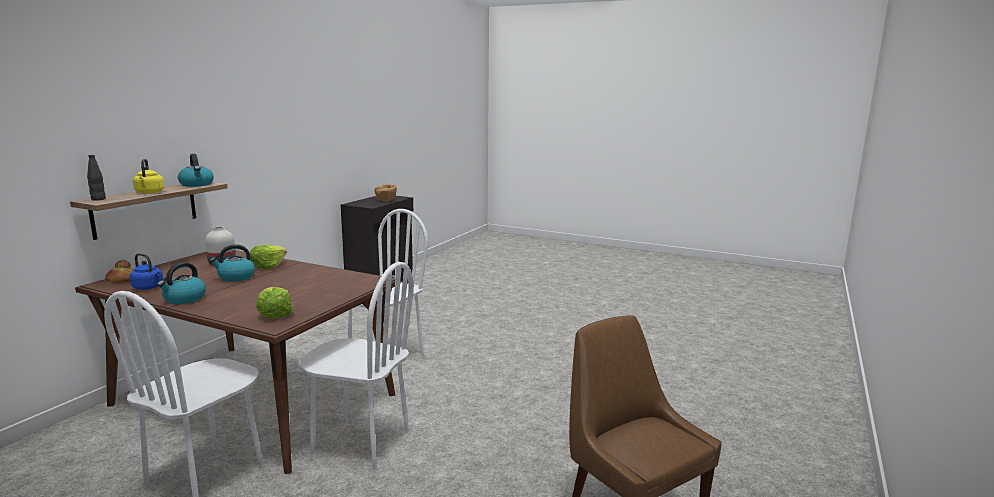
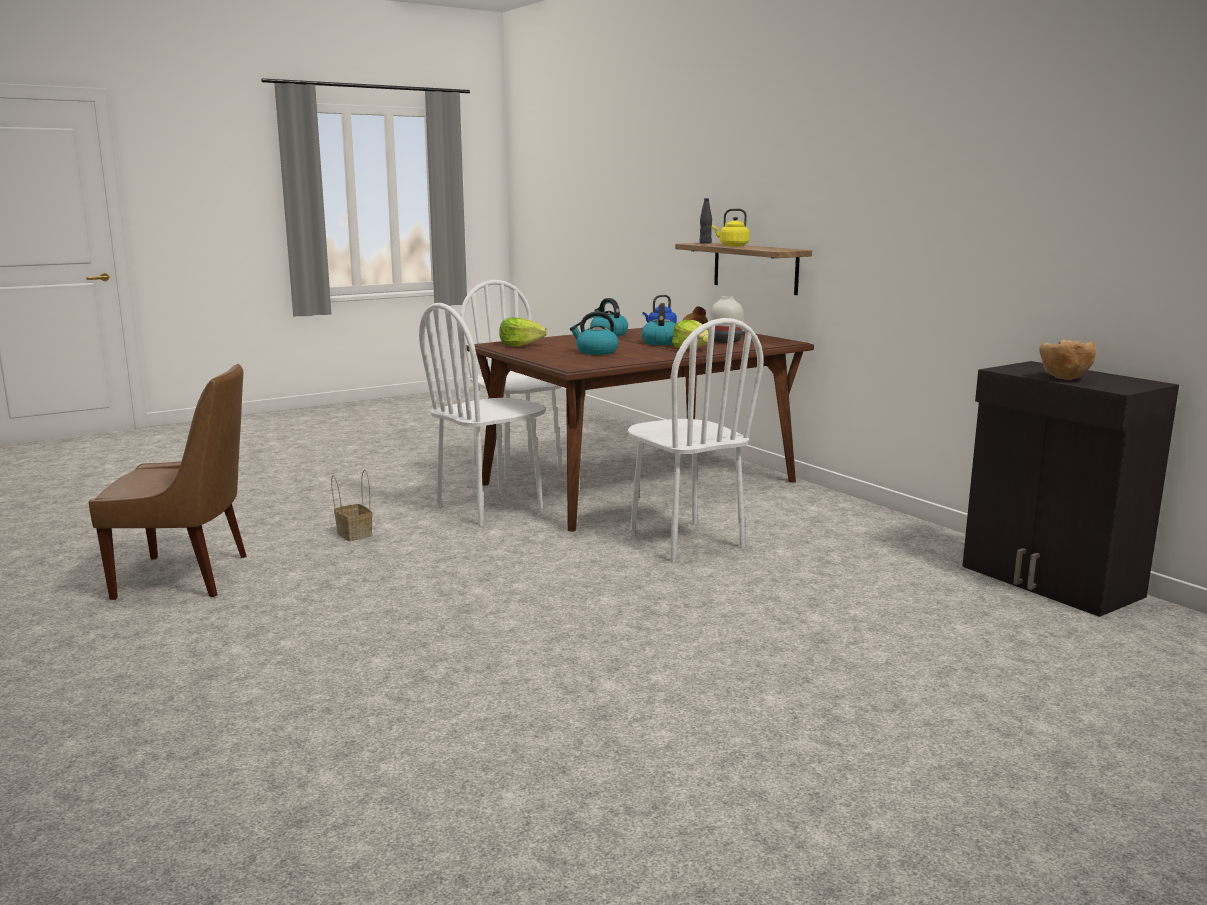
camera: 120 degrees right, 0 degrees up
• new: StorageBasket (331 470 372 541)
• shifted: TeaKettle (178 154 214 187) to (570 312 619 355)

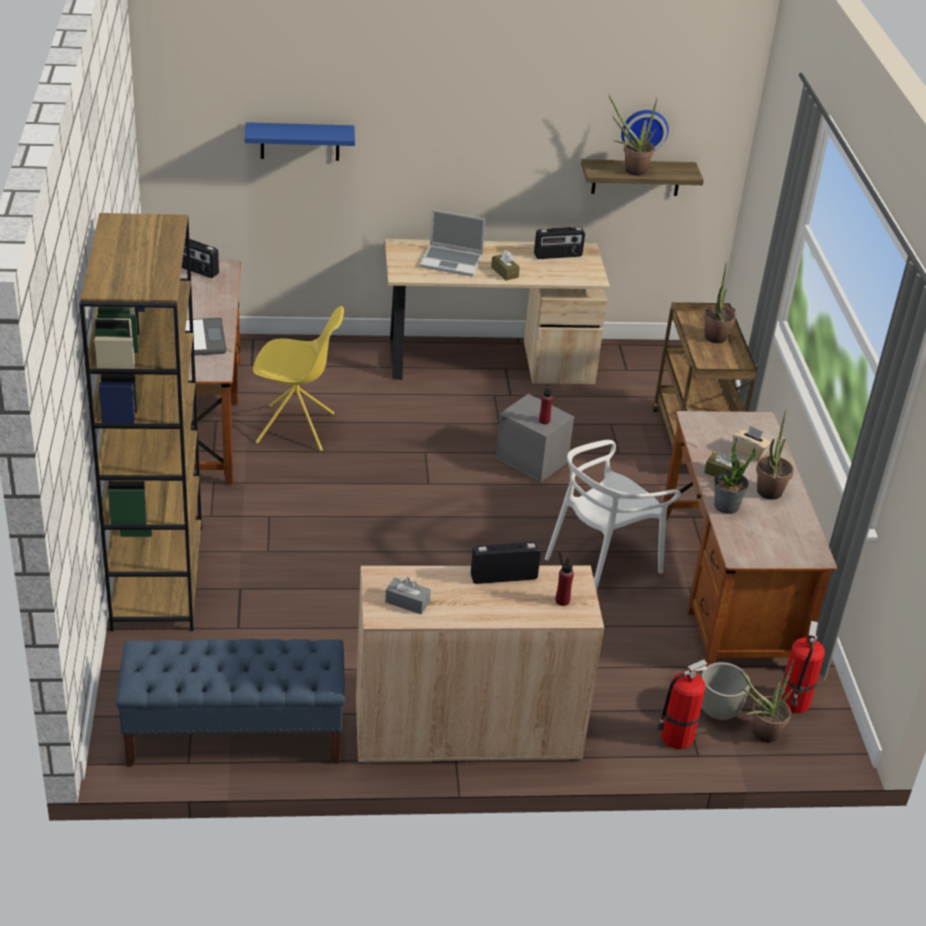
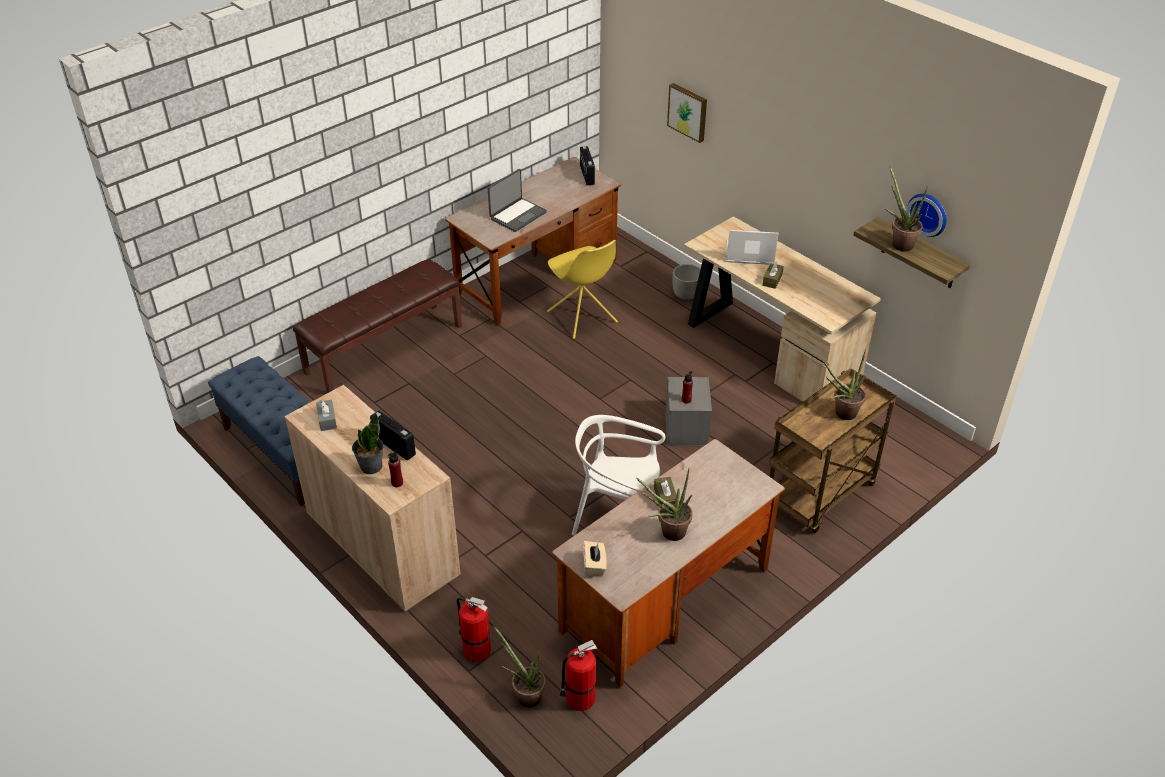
camera: 55 degrees right, 5 degrees up
• gone: Radio (534 227 585 259)
• shifted: GrayFlowerPot (701 662 750 720) to (672 264 701 300)
• shifted: PlantInAPot (714 437 756 514) to (352 413 383 474)
• shifted: BeigeBoxOfTissues (733 426 771 461) to (583 541 607 576)
• swapped: BrownishShelvingUnit (79 213 202 631) to BrownishBench (293 260 462 393)
• swapped: BlueBracketShelf (245 122 355 161) to WallArt (667 83 707 143)
• rotated: PortableComputer (420 210 485 276) = (727 230 778 265) 120 degrees clockwise

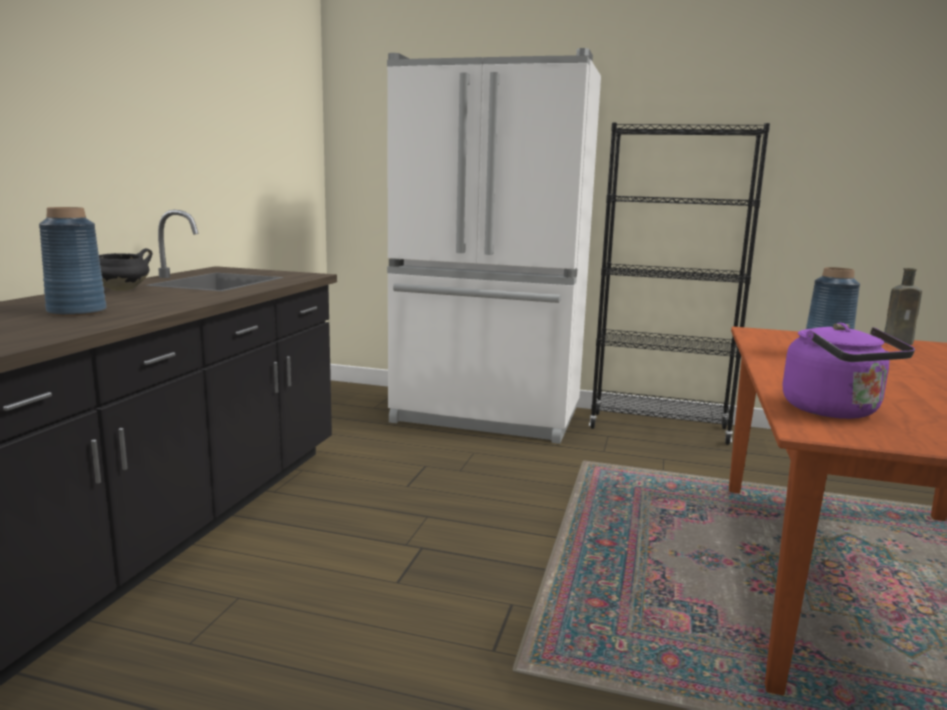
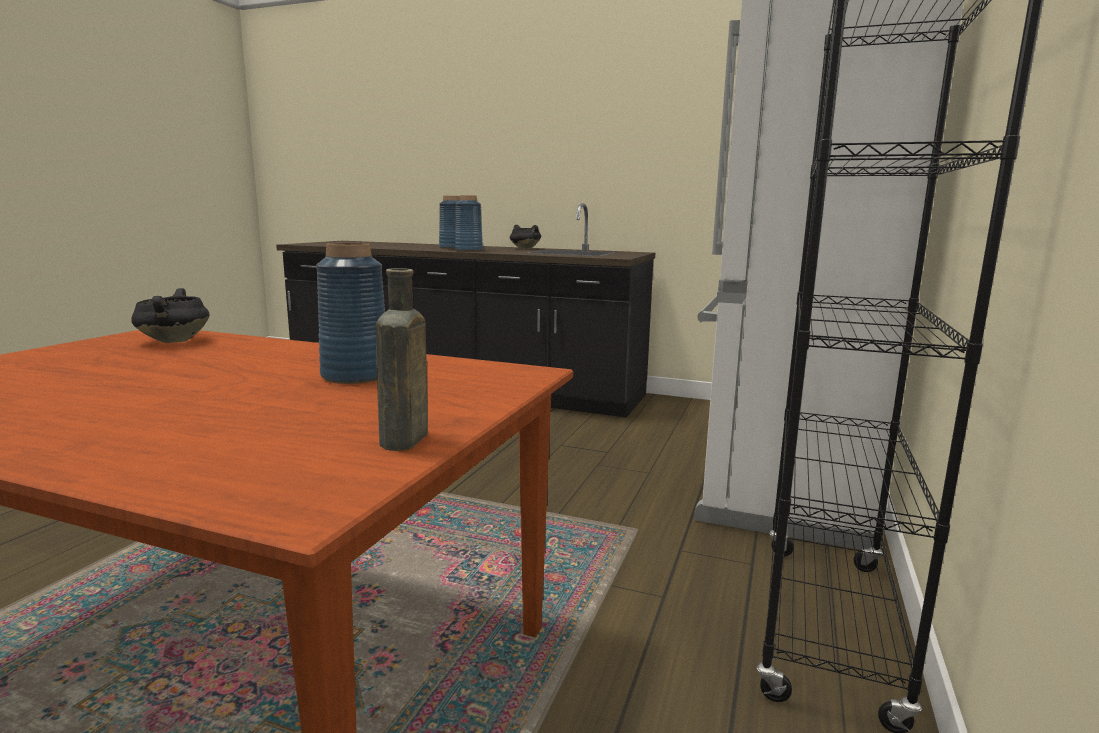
camera: 95 degrees right, 0 degrees up
• new: BlueVase (455 195 483 252)
• swapped: PurpleTeaKettle (783 323 915 419) to BlackishStockpot (131 288 210 343)

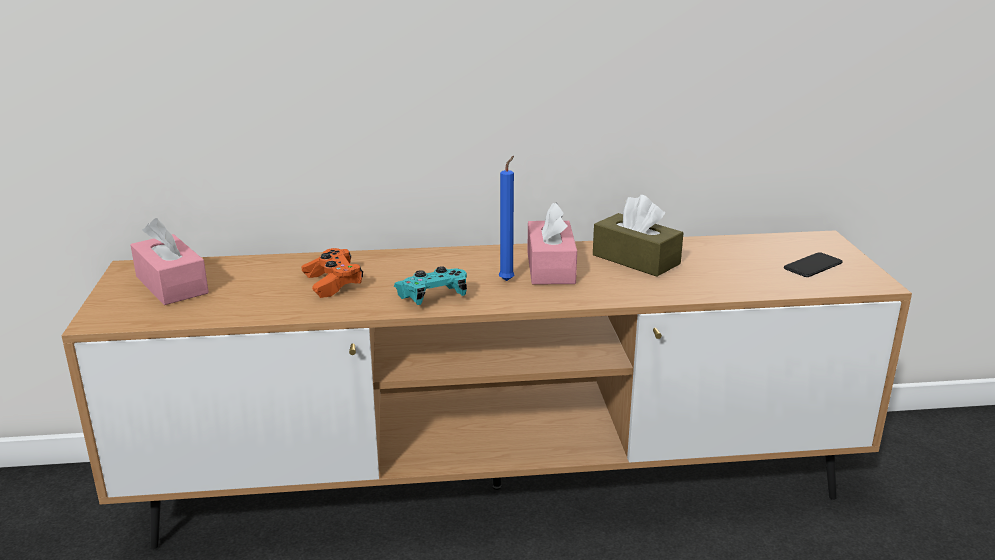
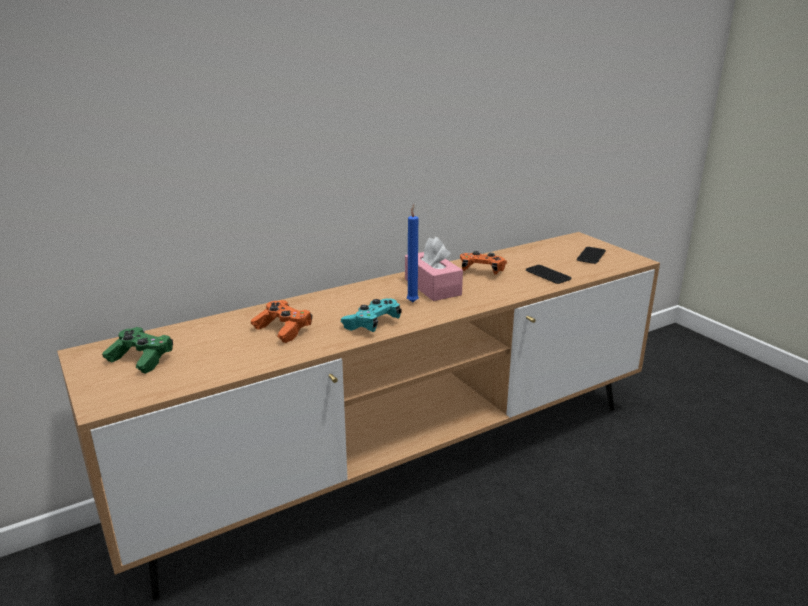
camera: 25 degrees left, 0 degrees up
• new: Phone (526 265 571 284)
• swapped: PinkishBoxOfTissues (131 218 209 305) to GreenColouredJoypad (102 327 173 374)
• swapped: BrownishBoxOfTissues (593 195 683 277) to OrangeyJoypad (460 251 507 275)

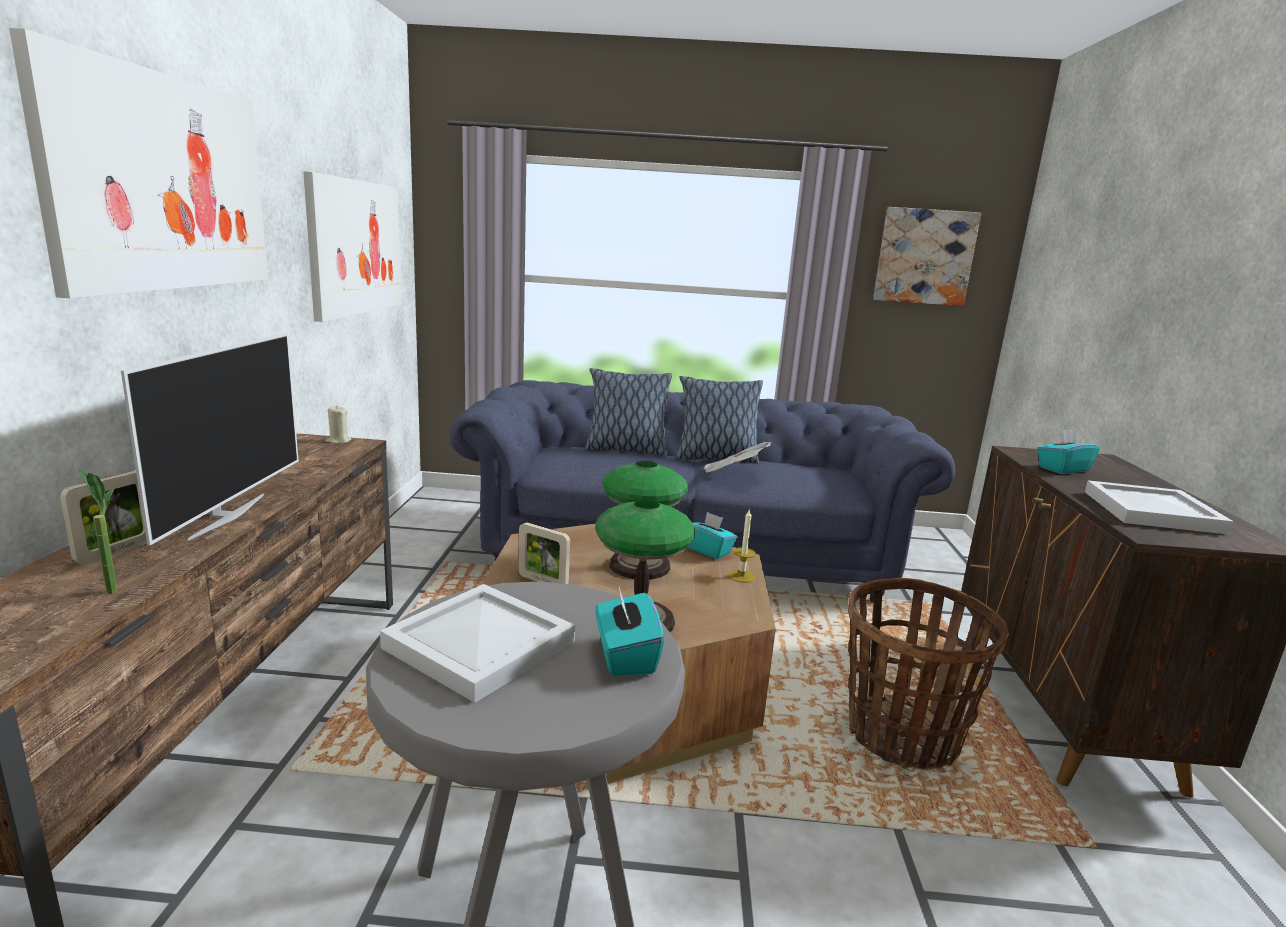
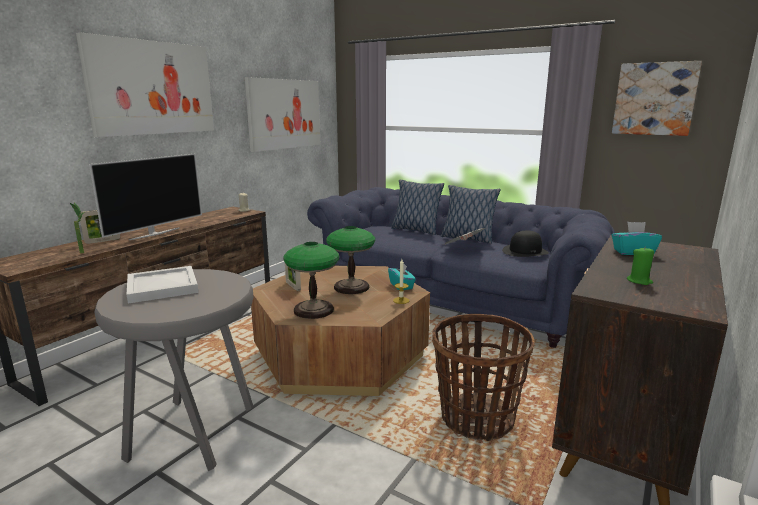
camera: 30 degrees right, 0 degrees up
• gone: TurquoiseColouredBoxOfTissues (596 587 664 676)
• new: BlackishWearableHat (502 231 549 257)
• swapped: WhiteTray (1085 480 1234 535) to GreenColouredWaxCandle (627 246 654 285)

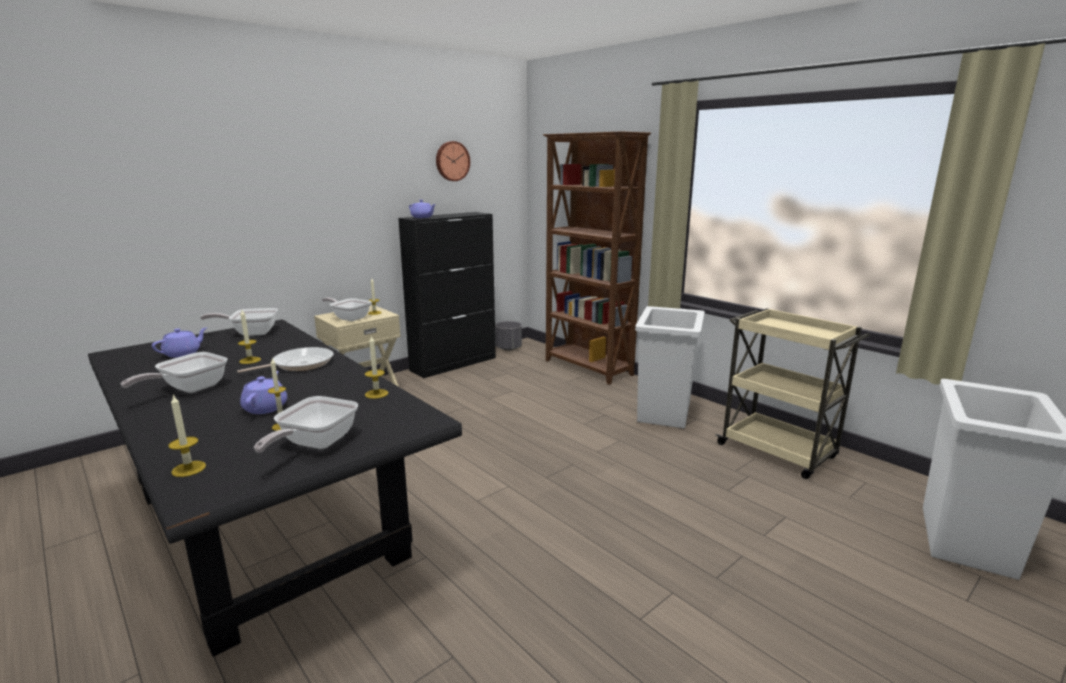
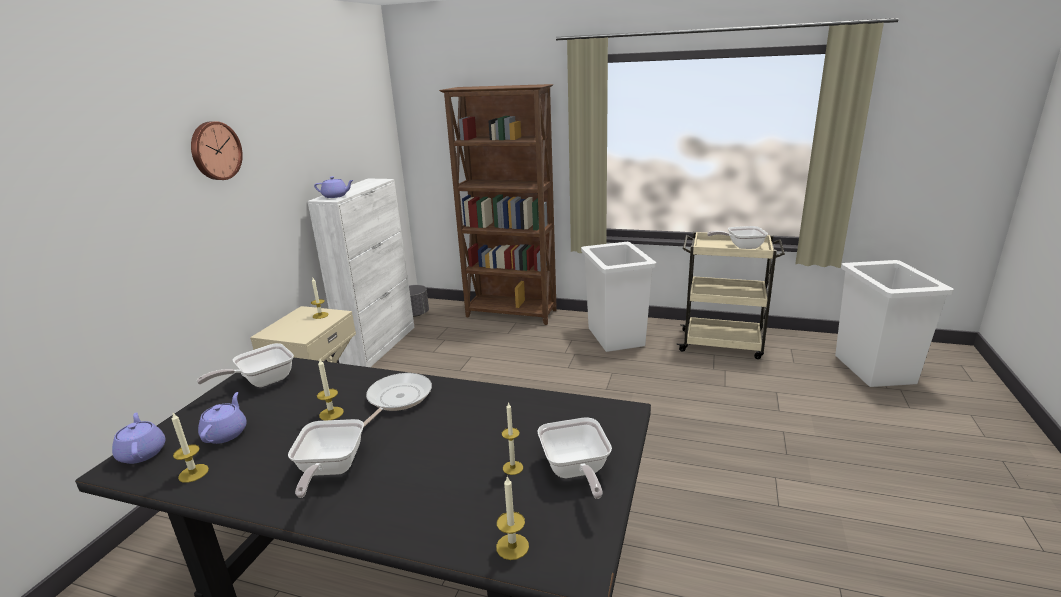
camera: 30 degrees left, 5 degrees up
• shifted: PurpleTeapot (240 371 287 414) to (112 412 166 464)
• shifted: Skillet (322 297 371 321) to (707 226 768 249)
• shifted: WaxCandle (365 335 388 399) to (172 413 209 483)
• shifted: WallClock (436 141 470 181) to (191 121 243 180)
• repainted: BlackishCabinet (398 212 496 378) to WhiteCabinet (307 179 415 367)

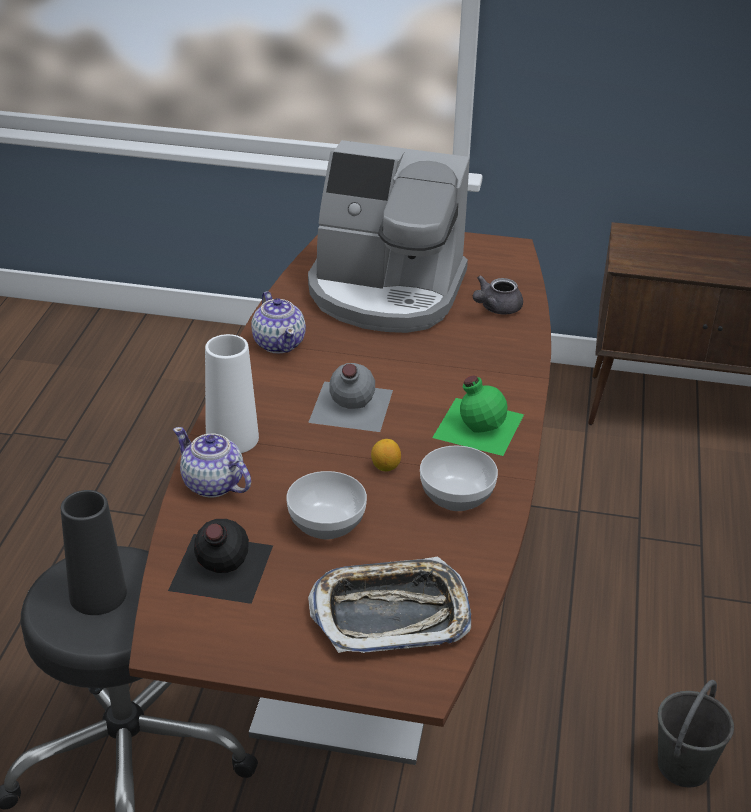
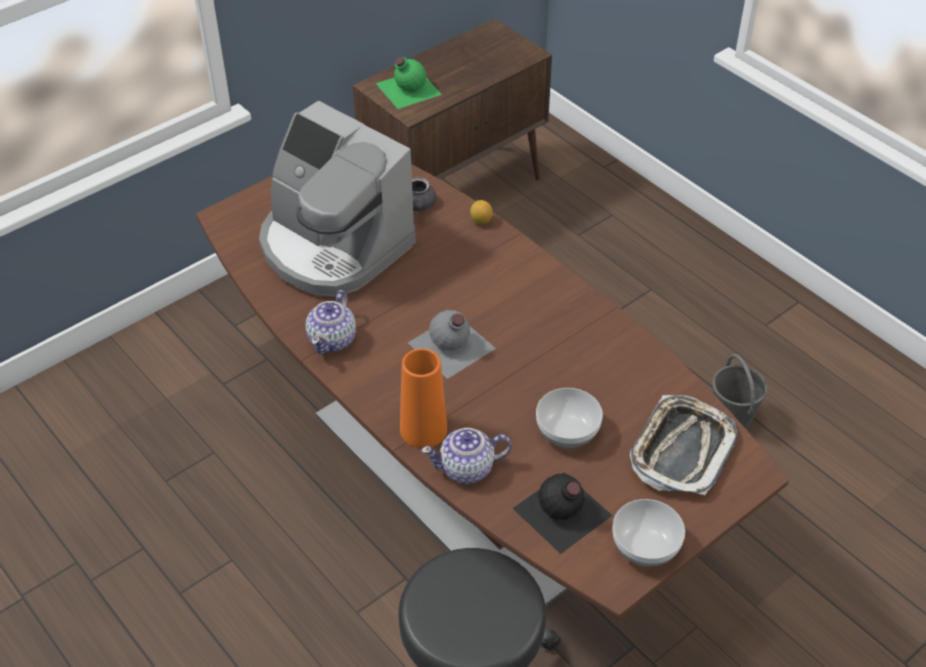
camera: 50 degrees left, 10 degrees up
• gone: BlackishVase (61 490 127 615)
• shifted: Lemon (371 439 401 471) to (470 200 493 225)
• shifted: Bowl (420 445 498 511) to (613 499 685 566)
• shifted: GreenColouredBottle (432 375 524 456) to (376 57 442 109)
• repainted: WhiteVase (205 334 259 453) to OrangeyVase (400 349 447 448)
• rotated: Teapot (251 291 306 354) = (306 290 356 354) 90 degrees clockwise
• rotated: CoffeeMachine (308 140 470 333) = (259 101 416 297) 75 degrees clockwise

